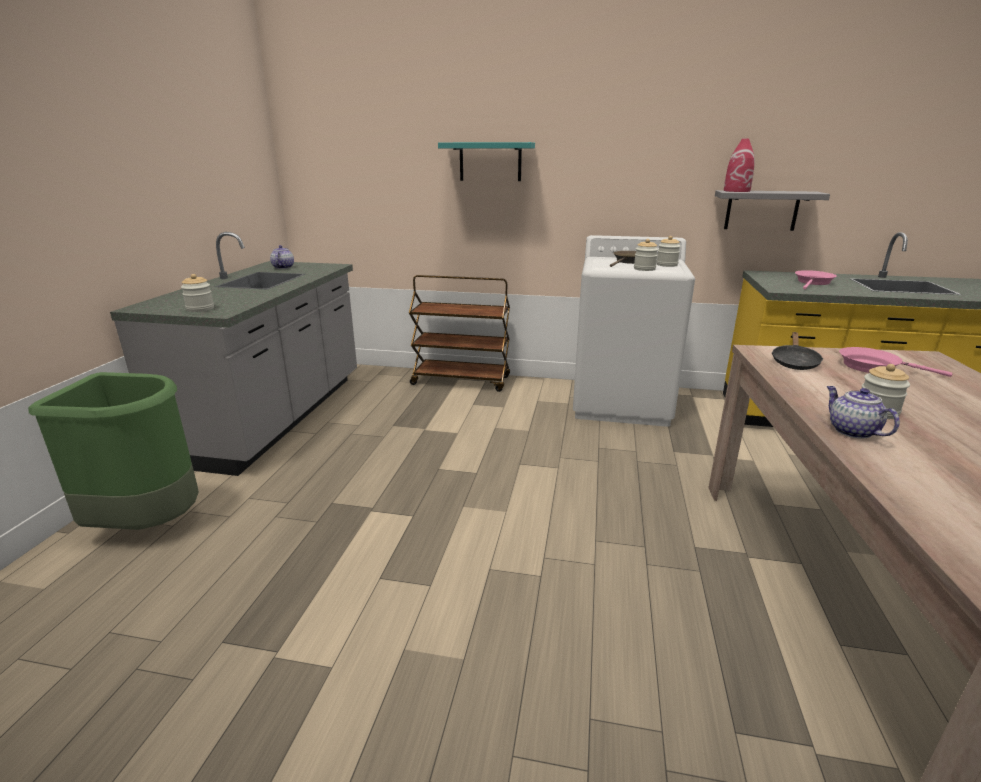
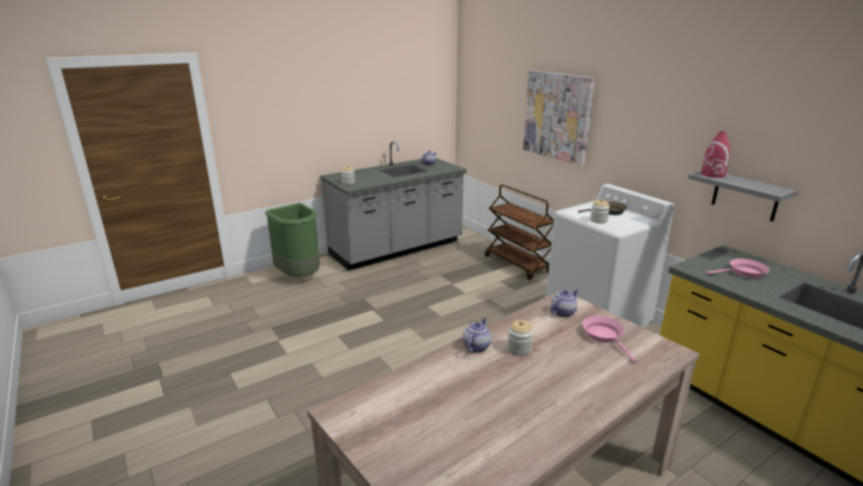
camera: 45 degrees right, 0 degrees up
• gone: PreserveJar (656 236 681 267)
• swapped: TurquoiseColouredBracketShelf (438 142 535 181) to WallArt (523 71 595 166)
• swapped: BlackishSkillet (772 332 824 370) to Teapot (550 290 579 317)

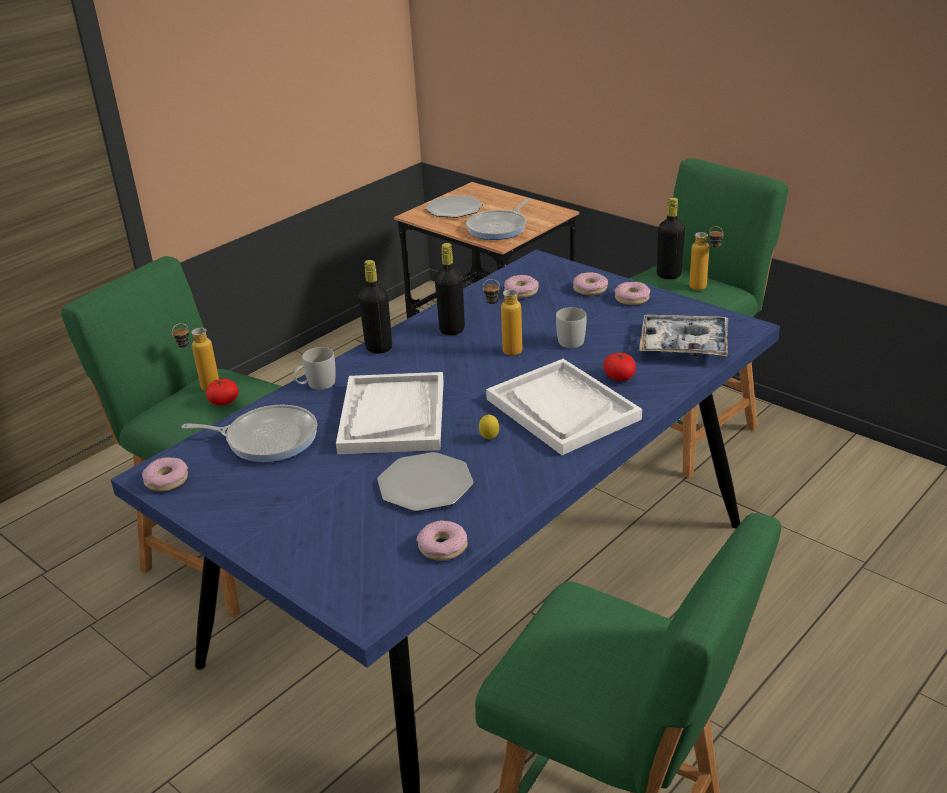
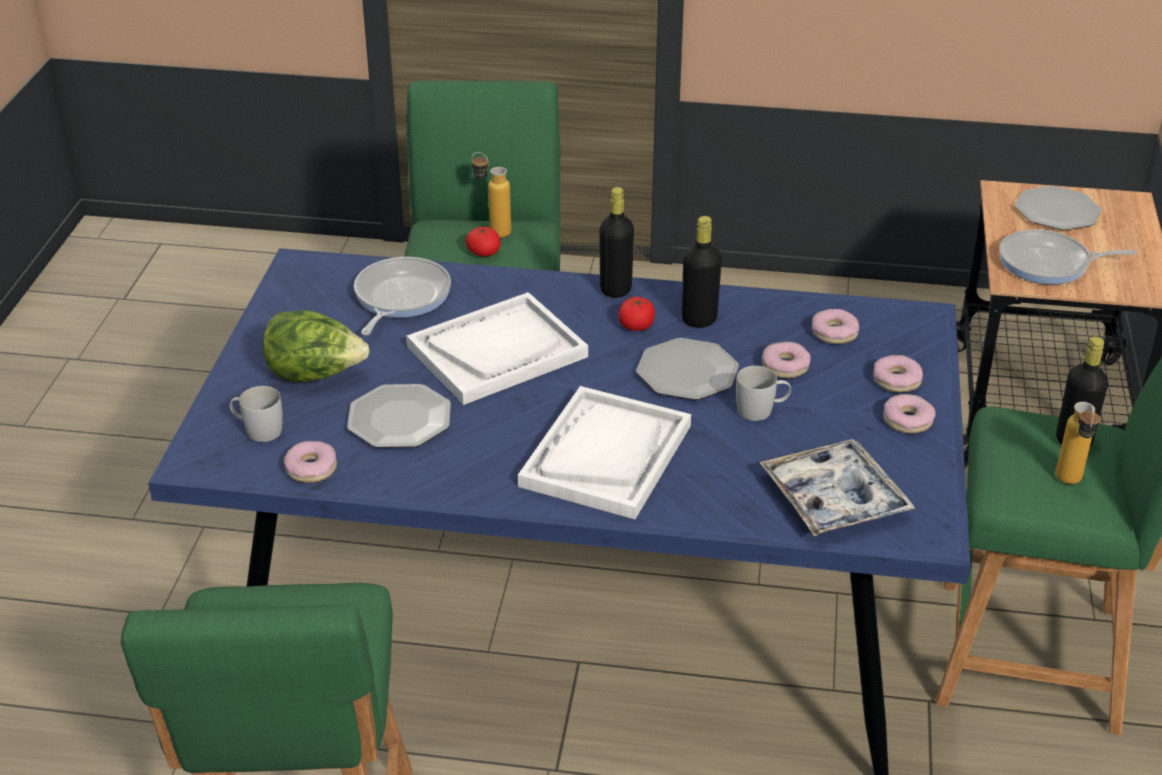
camera: 55 degrees right, 5 degrees up
• gone: Lemon (479 414 499 440)
• new: LettuceHead (263 310 370 382)
• shifted: Donut (142 457 188 492) to (762 342 811 378)
• shifted: WhiteTeaMug (294 347 336 390) to (230 386 283 442)
• shifted: FreshTomato (604 353 636 381) to (618 297 655 331)
• swapped: Bottle (483 279 522 356) to FlatDish (636 338 739 400)
• rotated: Skillet (182 405 317 462) = (354 257 451 335) 135 degrees counterclockwise

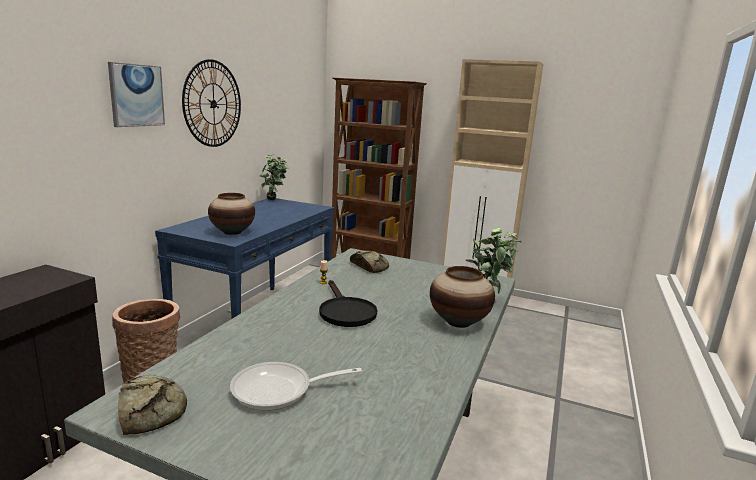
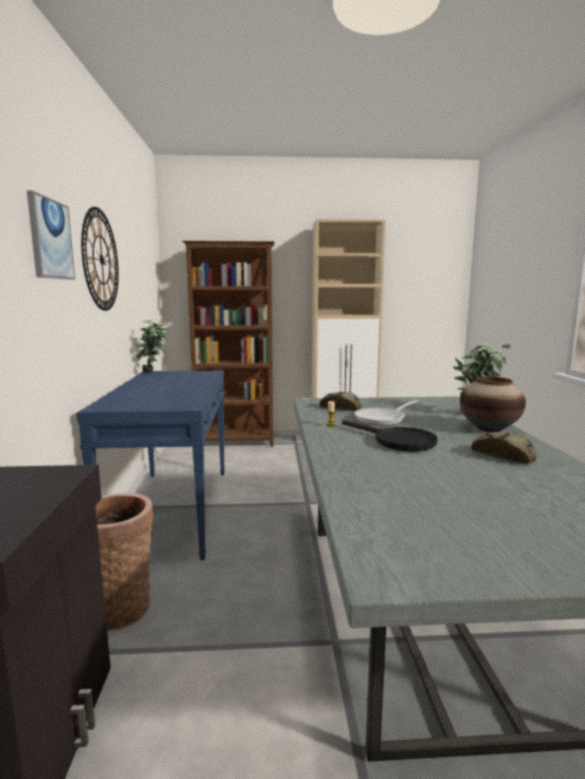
camera: 25 degrees left, 5 degrees down
• gone: Vase (208 193 255 235)
• shifted: BakeryBread (118 375 187 435) to (472 432 537 464)
• shifted: Skillet (230 362 362 411) to (354 400 418 426)

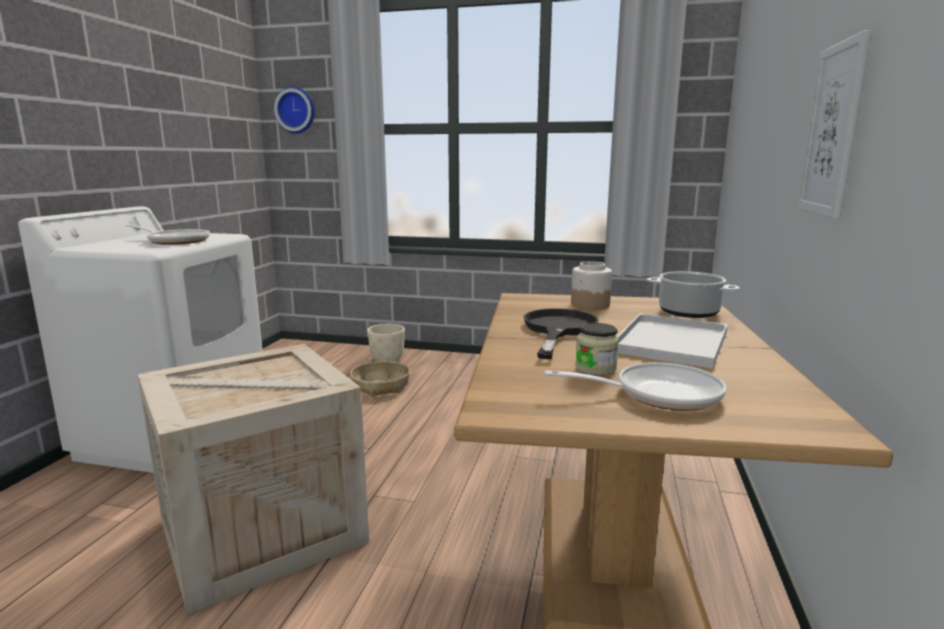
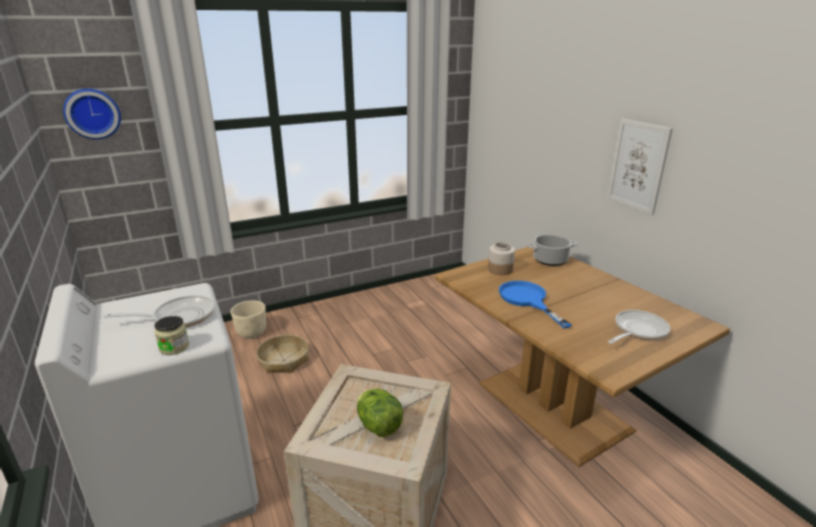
camera: 40 degrees left, 10 degrees up
• gone: WhiteTray (617 313 728 368)
• new: LettuceHead (357 389 403 437)
• shifted: PreserveJar (575 323 619 375) to (154 316 189 355)
• repainted: BlackishSkillet (524 308 599 359) to BlueSkillet (499 281 572 328)

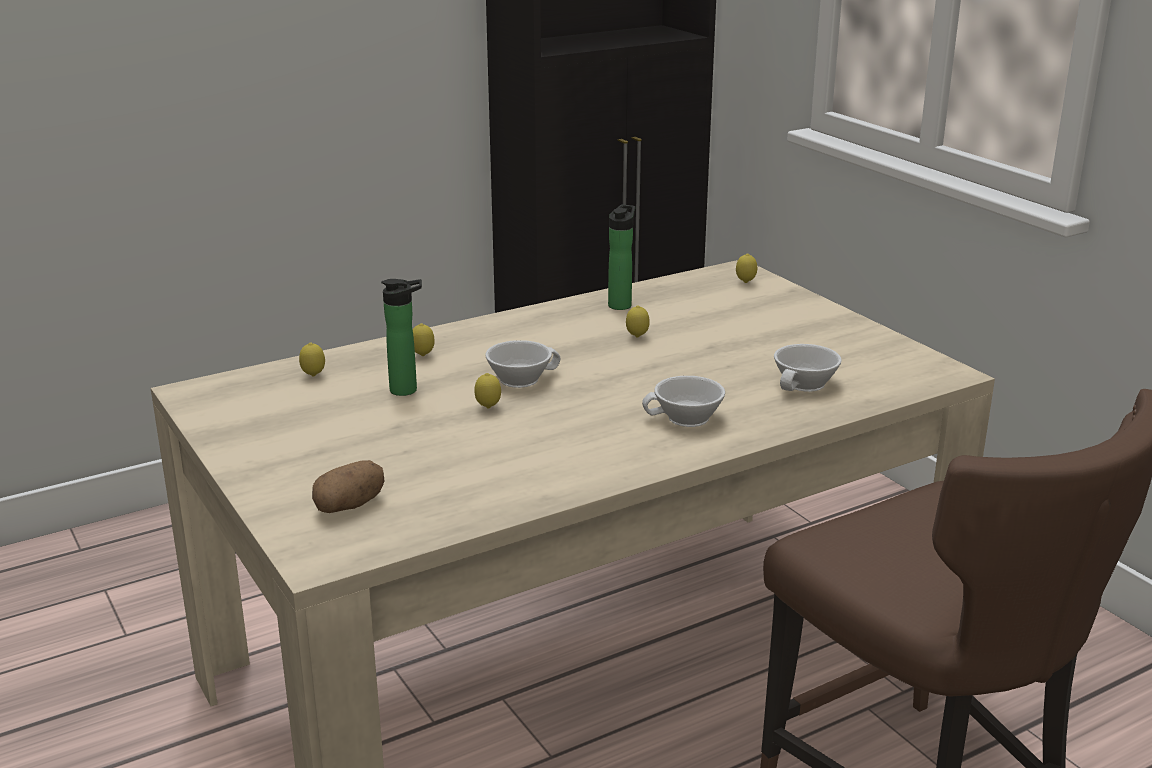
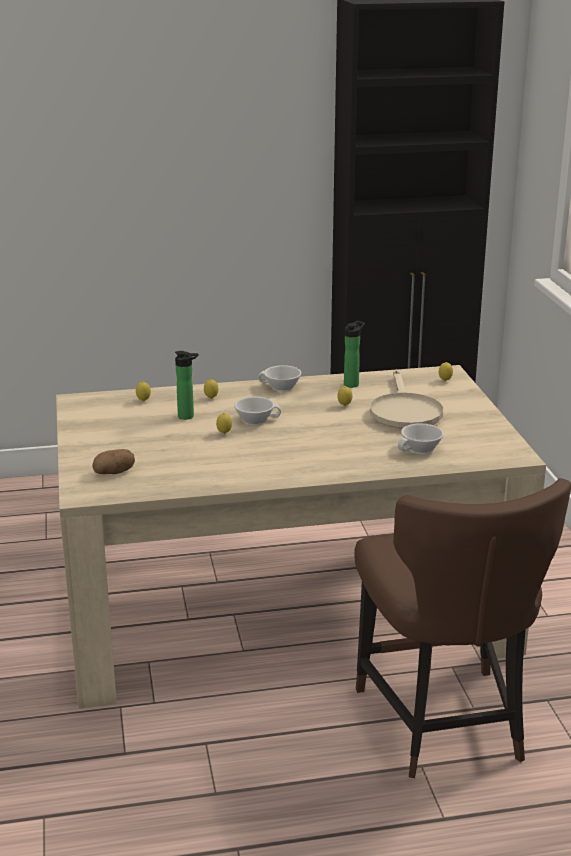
camera: 20 degrees right, 0 degrees up
• new: BeigeSkillet (370 369 443 429)
• shifted: WhiteCup (642 376 725 427) to (258 365 301 392)

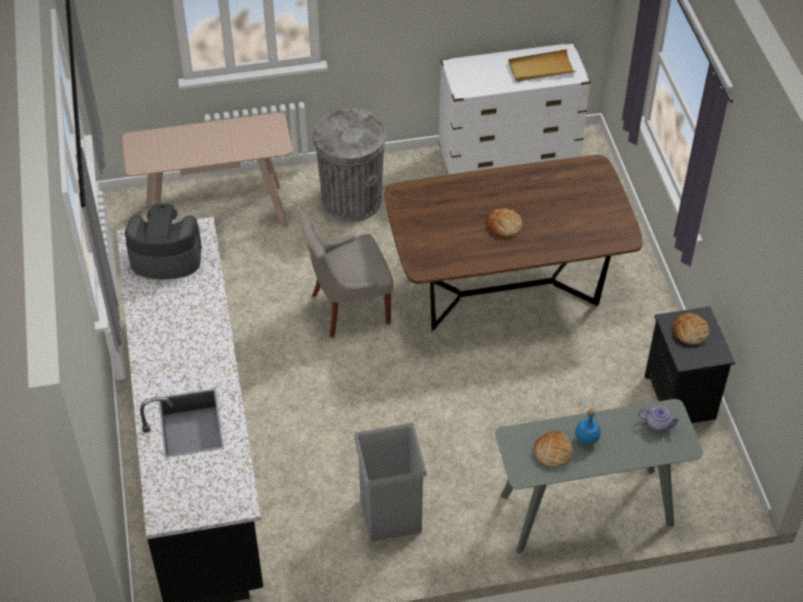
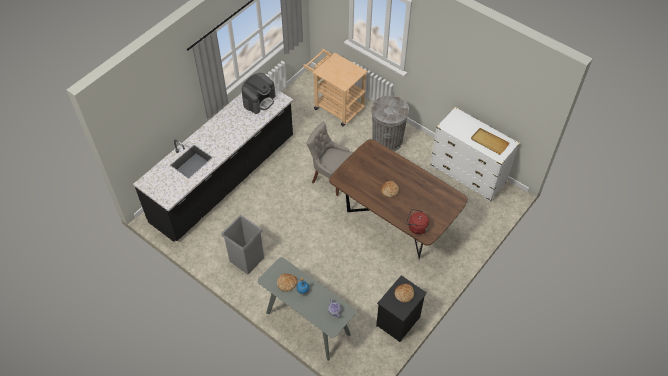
camera: 50 degrees right, 5 degrees up
• new: RedColouredTeaKettle (407 209 429 234)
• swapped: BeigeConsoleTable (122 113 293 228) to BeigeWheeledCart (303 49 368 126)
• rotated: CoffeeMachine (125 204 202 279) = (242 73 275 114) 75 degrees clockwise

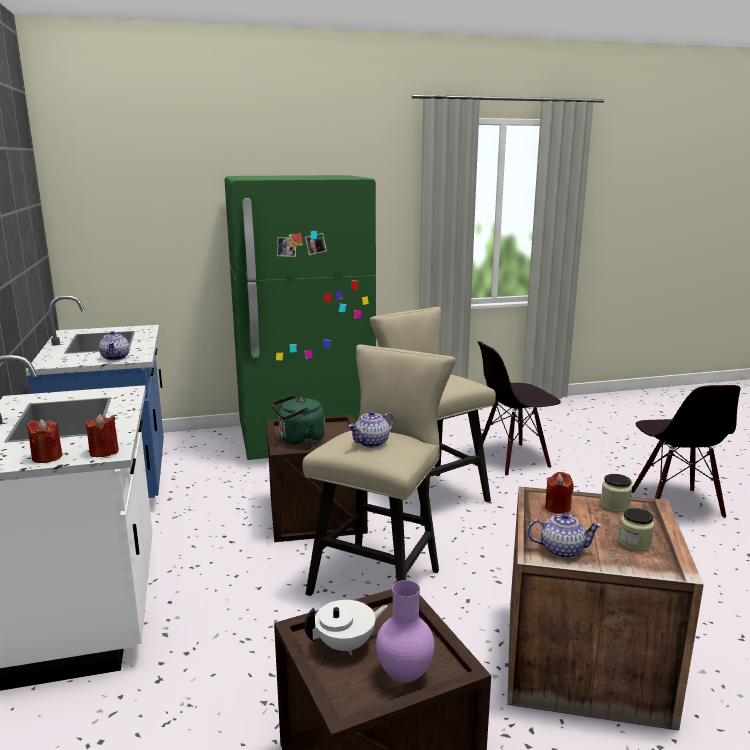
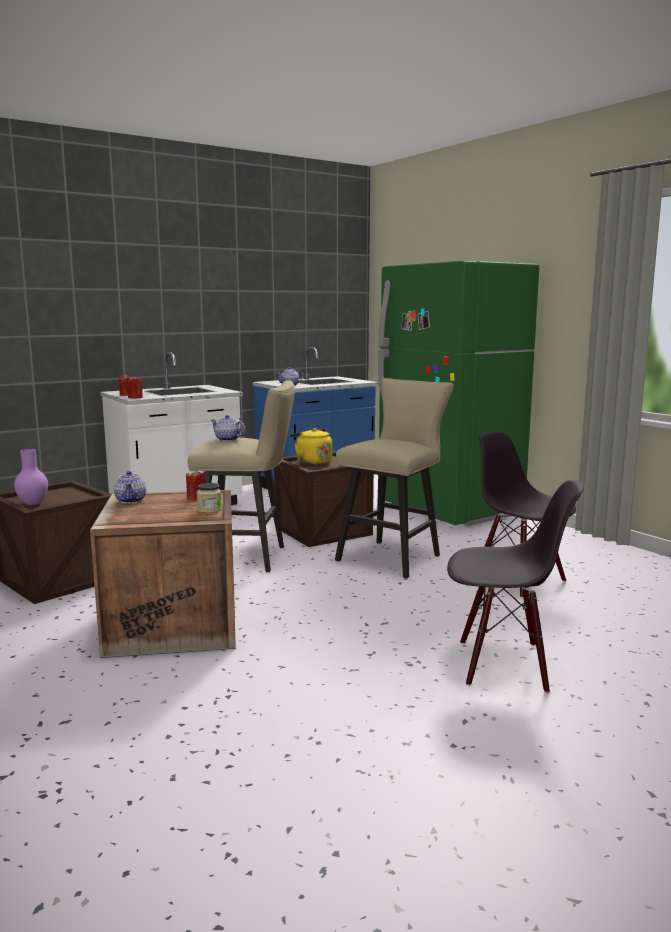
camera: 70 degrees right, 5 degrees down
• gone: WhiteTeapot (304 600 388 655)
• gone: PreserveJar (619 508 654 551)
• repainted: GreenColouredTeaKettle (272 395 325 446) to YellowColouredTeaKettle (290 428 332 465)
• rotated: BlackishChair (631 385 740 518) = (447 480 584 693) 150 degrees counterclockwise

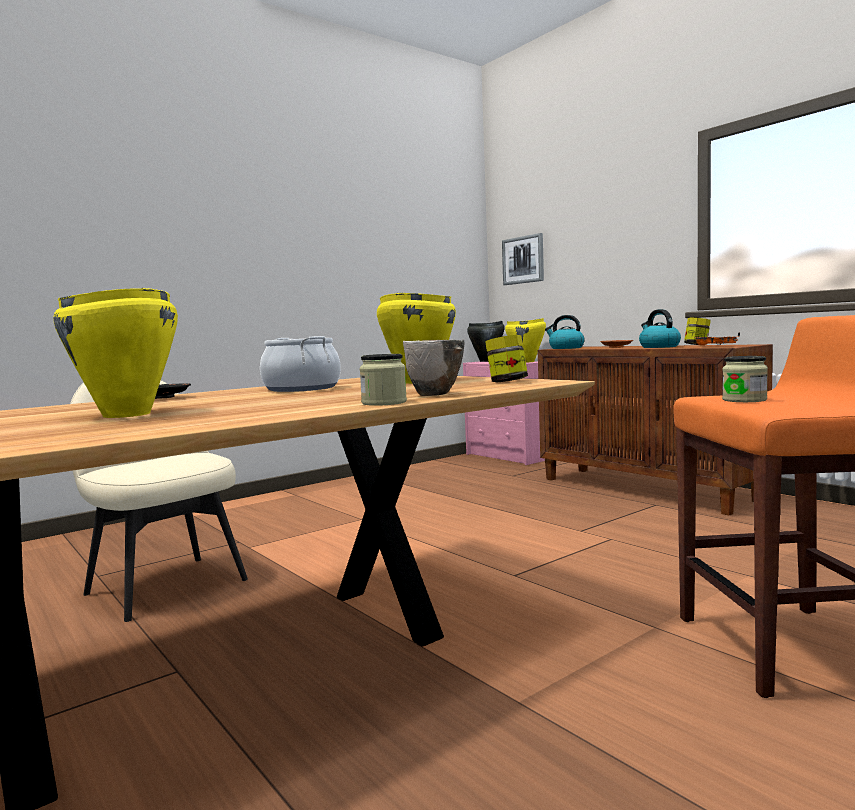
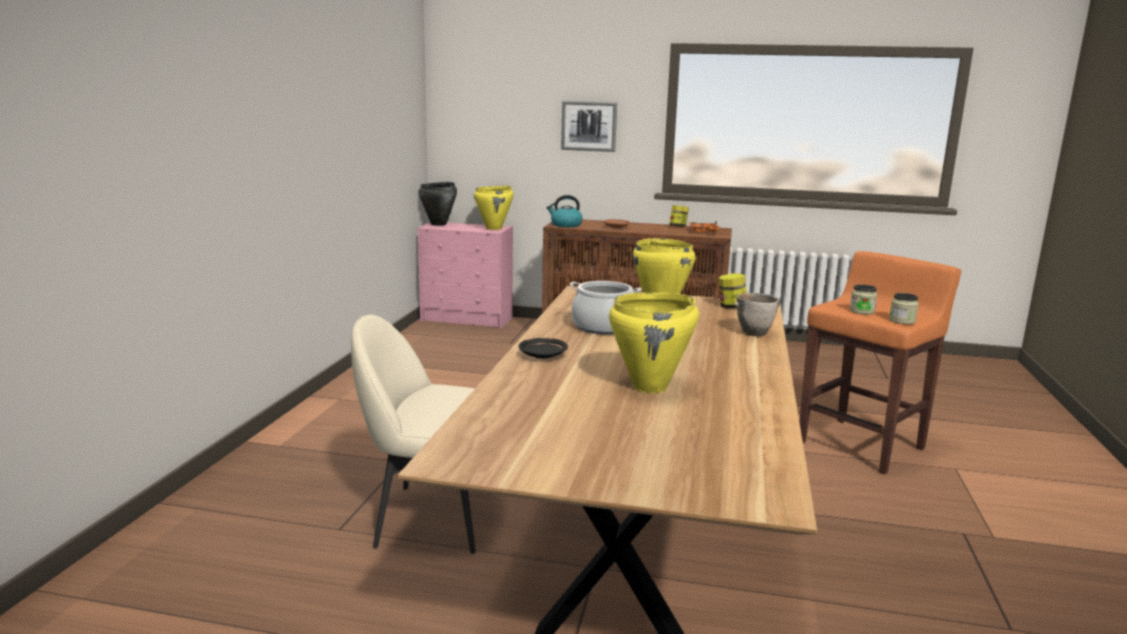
camera: 40 degrees left, 10 degrees up
• gone: TeaKettle (639 309 681 348)
• shifted: PreserveJar (359 354 407 406) to (889 293 919 324)
• shifted: WallArt (502 233 544 285) to (561 101 617 152)

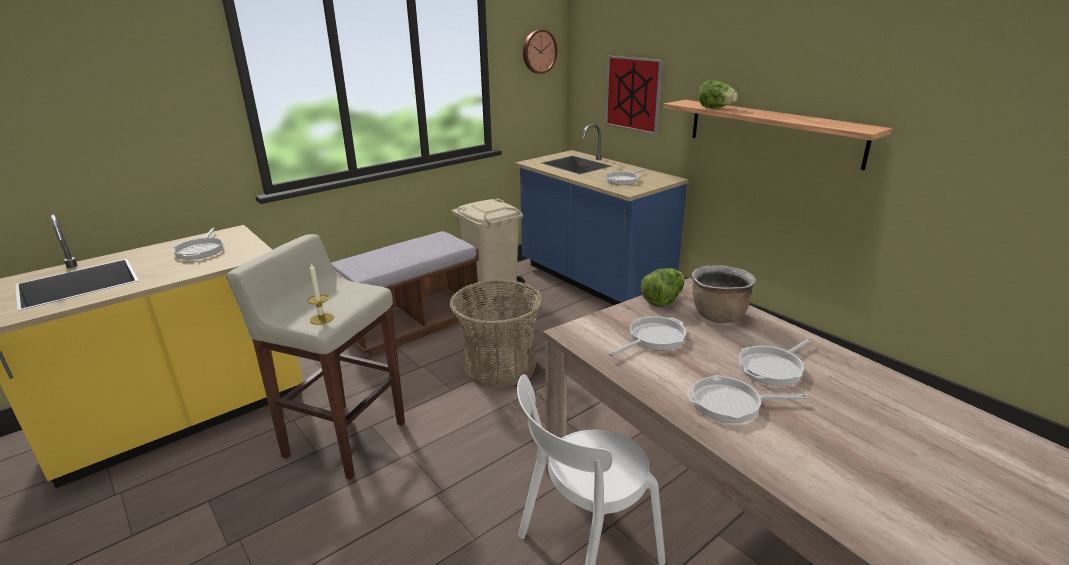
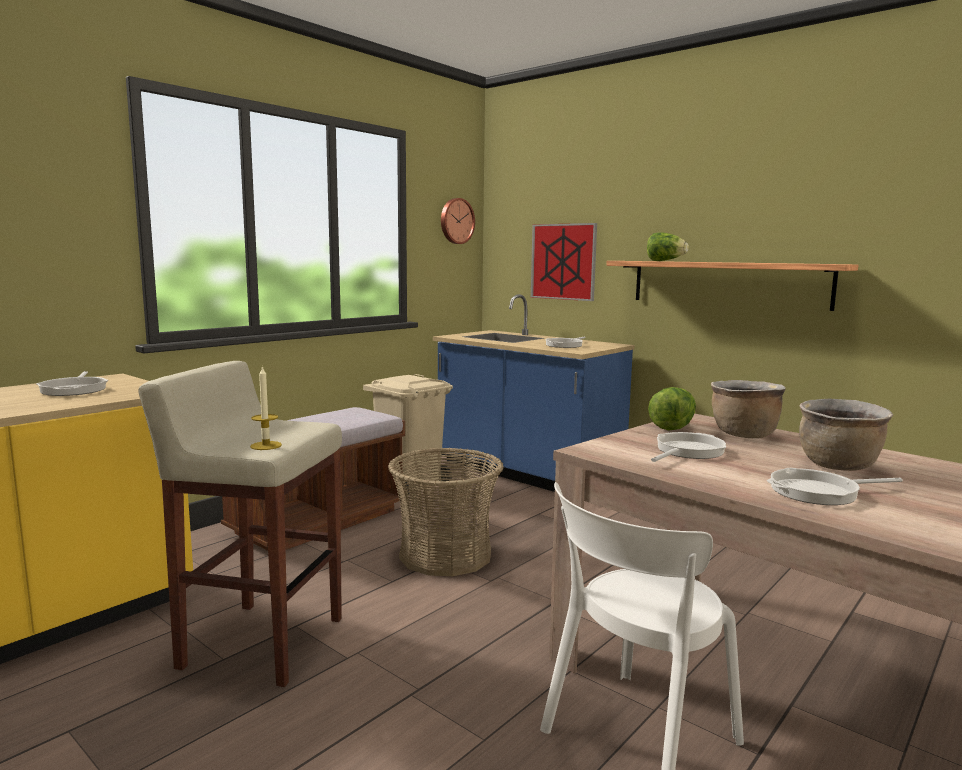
camera: 10 degrees left, 15 degrees down
• swapped: Skillet (739 338 813 386) to BrownishStockpot (799 398 893 471)

